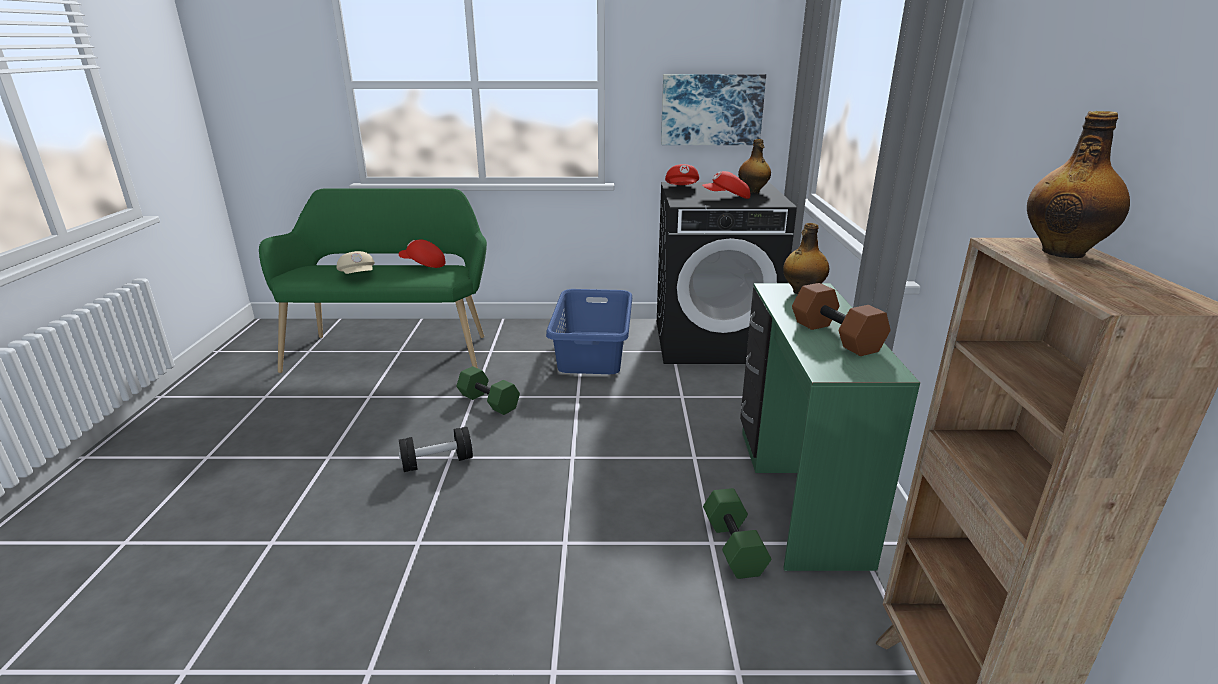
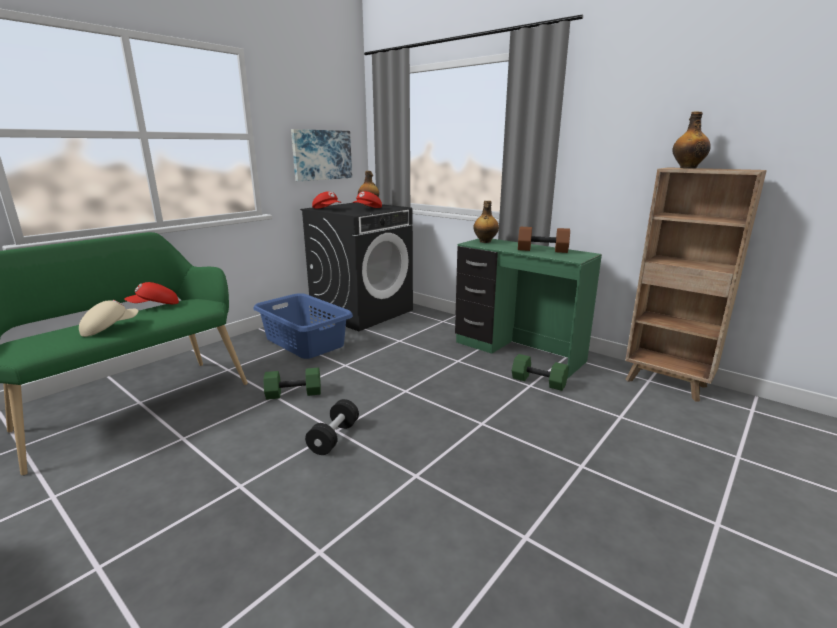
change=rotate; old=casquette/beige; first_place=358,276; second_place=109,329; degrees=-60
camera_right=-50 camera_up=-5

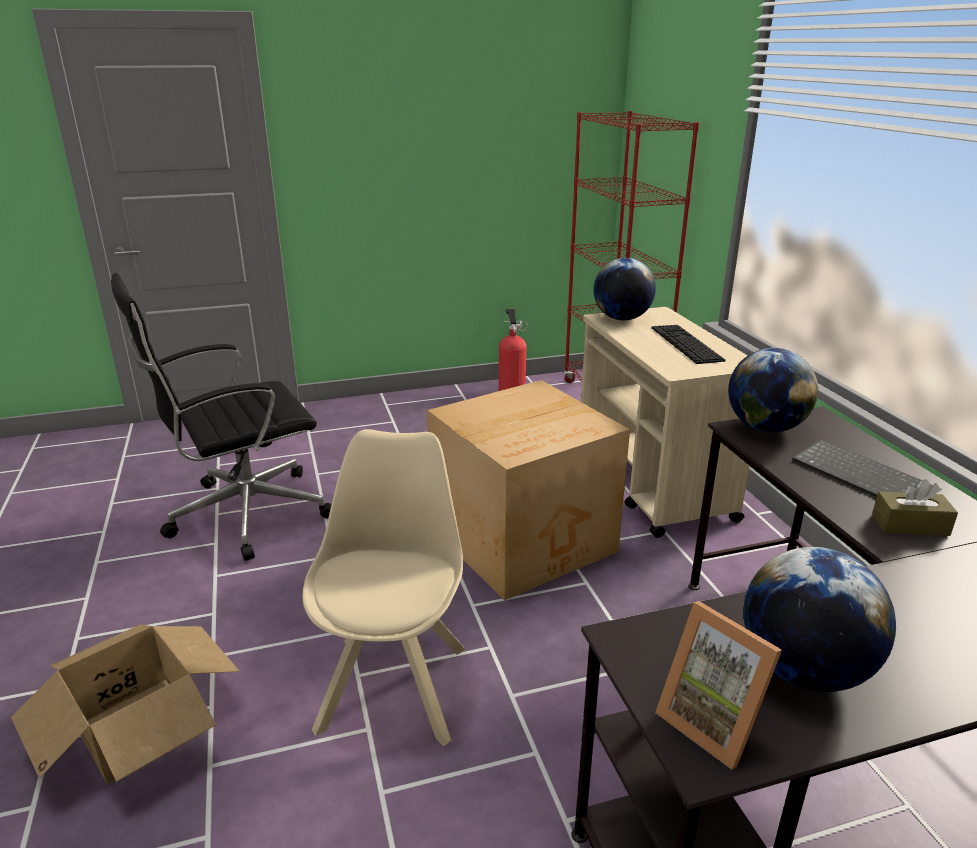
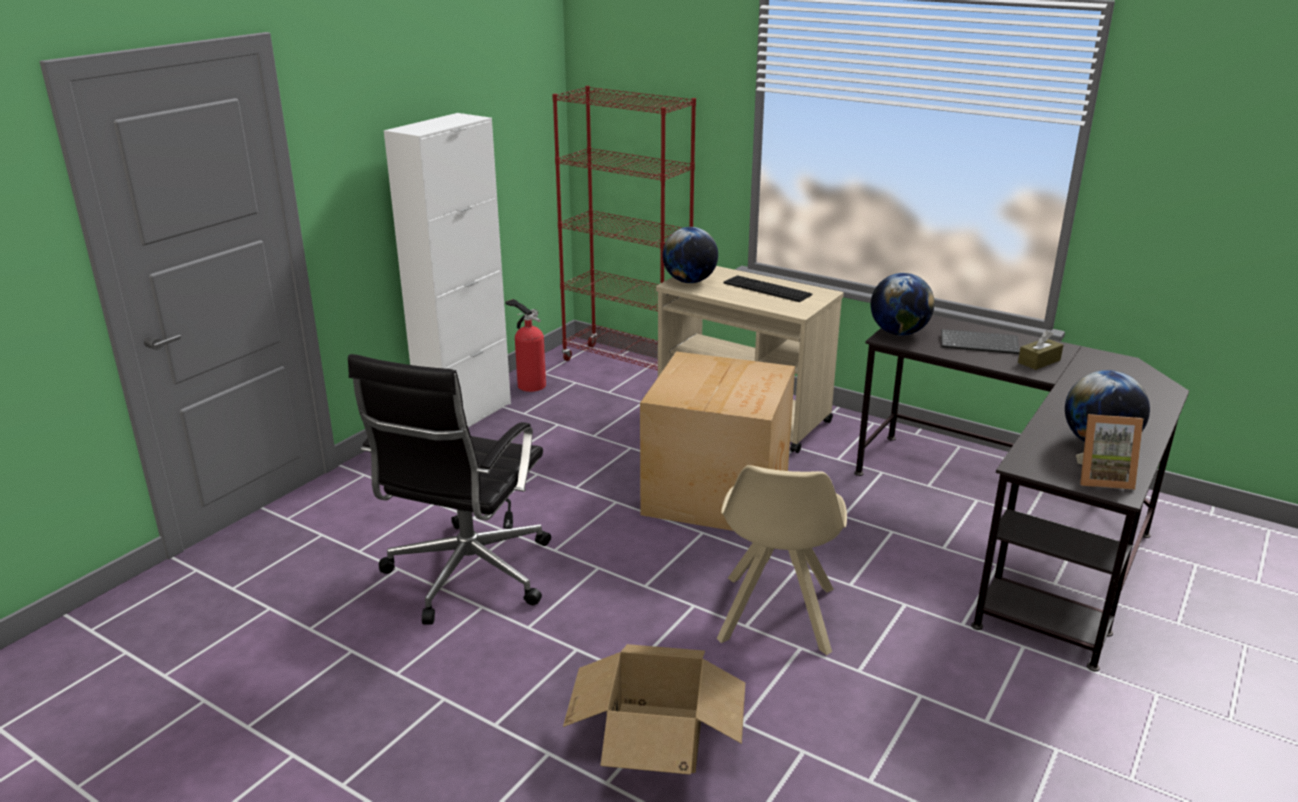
change=rotate; old=chaise/beige; first_place=395,684; second_place=776,616; degrees=-135
change=insert; new=meuble de rangement/blanc; second_place=465,416
camera_right=-40 camera_up=0

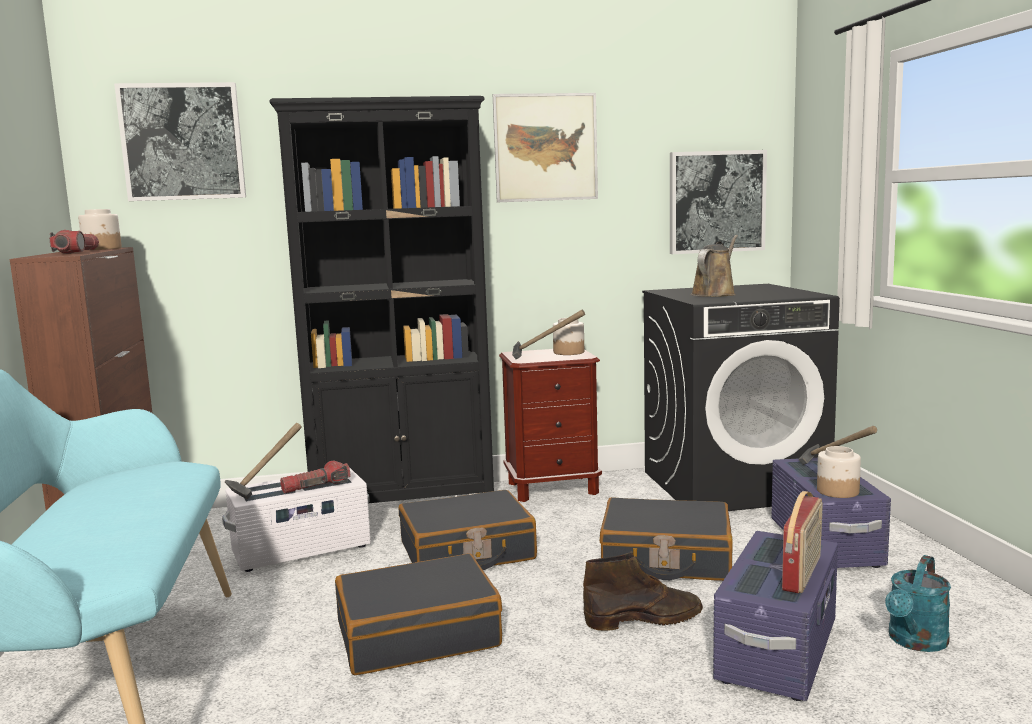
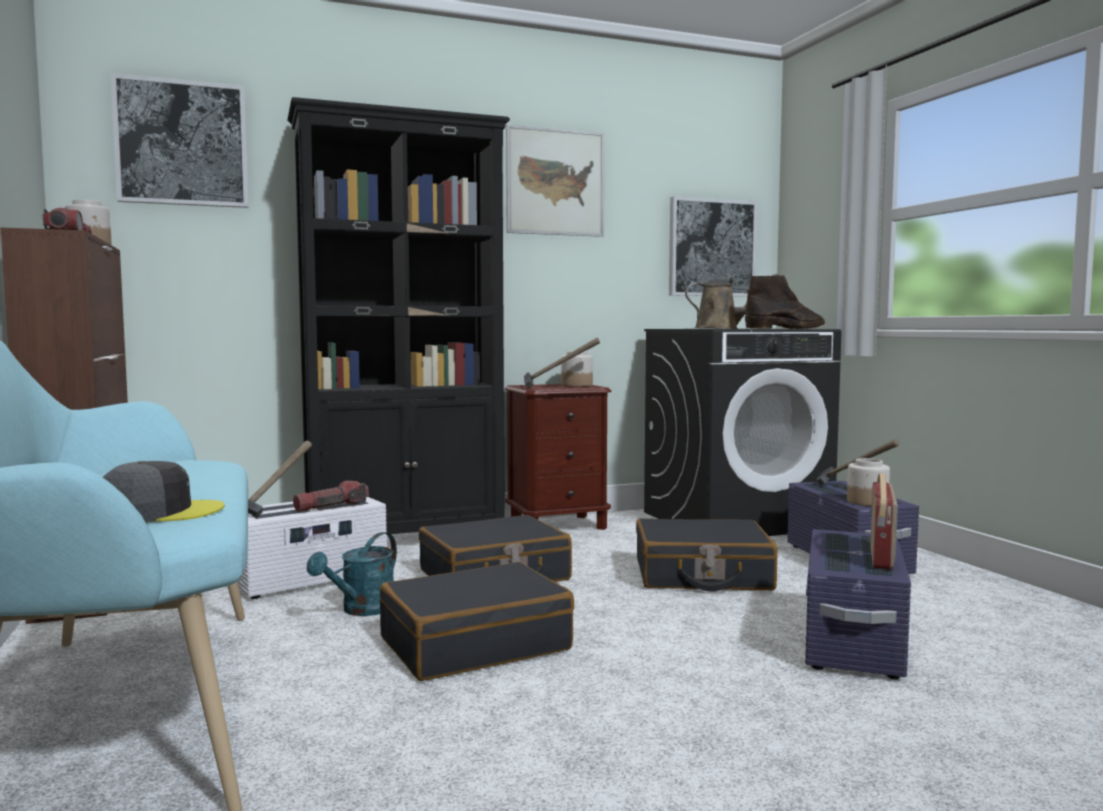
change=rotate; old=arrosoir/marron; first_place=715,294; second_place=721,328; degrees=60
change=move; old=botte/marron; first_place=644,618; second_place=785,328
change=move; old=arrosoir/turquoise; first_place=915,642; second_place=362,610
change=insert; new=casquette/gris; second_place=158,512
camera_right=-10 camera_up=-5

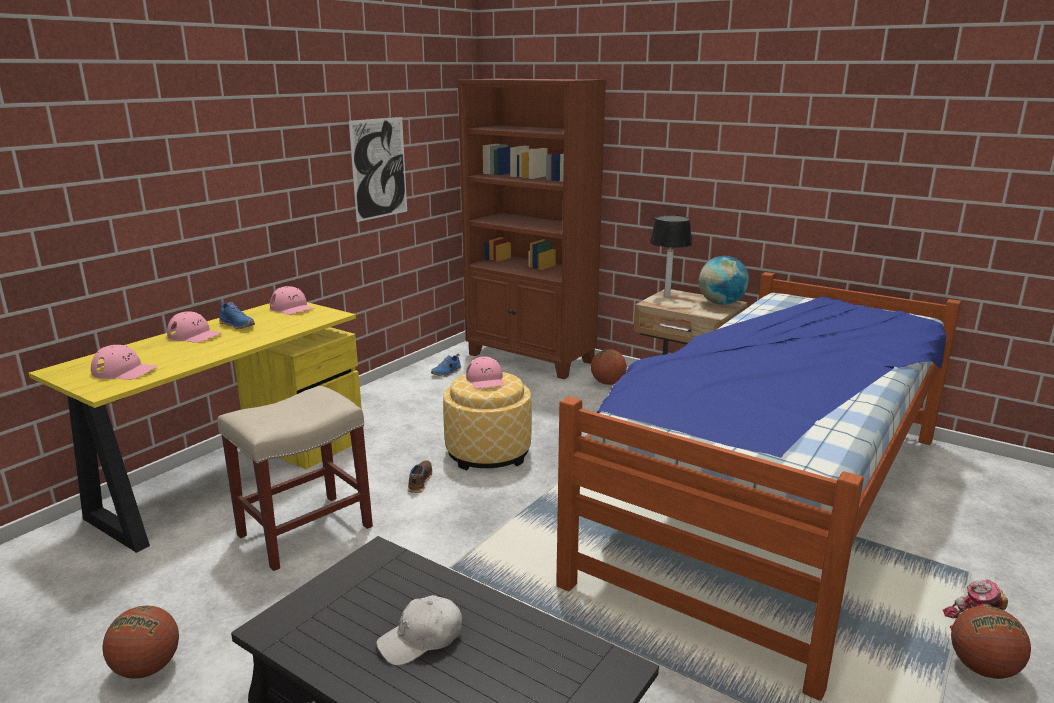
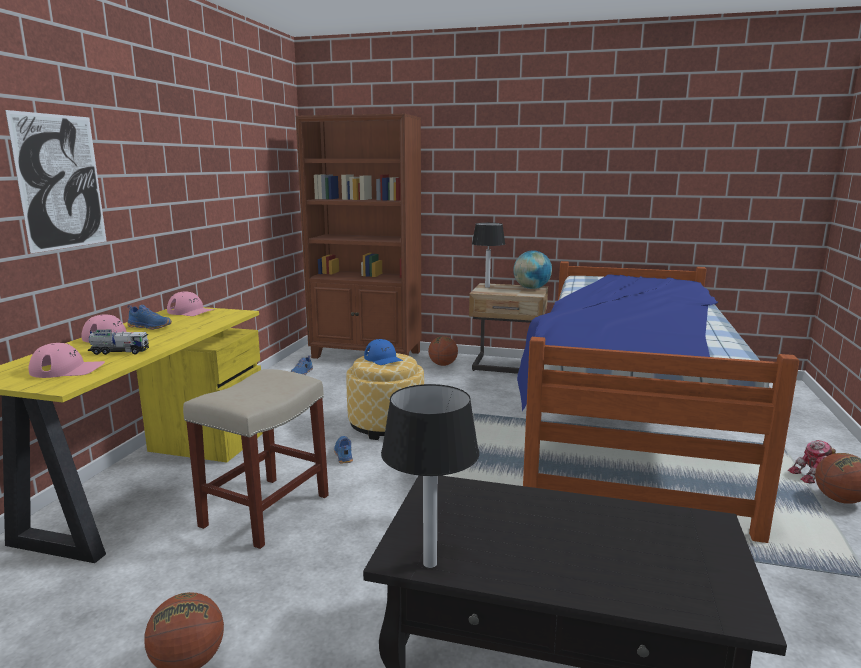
change=move; old=tableau; first_place=379,168; second_place=60,182
change=recolor; old=casquette/rose; new=casquette/bleu; first_place=486,380; second_place=383,359
change=recolor; old=chaussure/marron; new=chaussure/bleu; first_place=419,481; second_place=343,454
change=delete; old=casquette/blanc; first_place=421,639
change=insert; new=camion jouet; second_place=119,352
change=insert; new=lampe de table; second_place=429,564
camera_right=-20 camera_up=-5

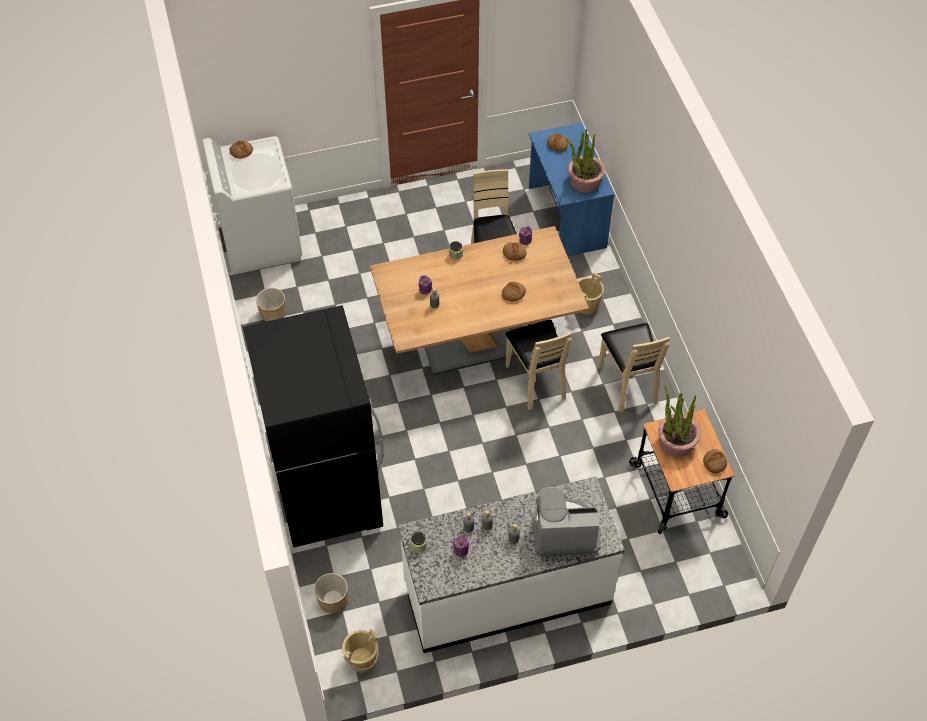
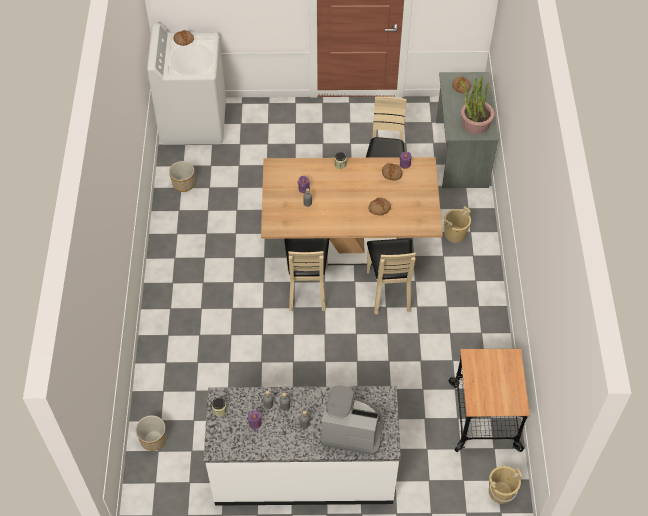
change=recolor; old=bureau/bleu; new=bureau/gris; first_place=565,217; second_place=460,154
change=delete; old=réfrigérateur/noir; first_place=327,493
change=move; old=chaise/beige; first_place=628,383; second_place=307,288
change=delete; old=plante en pot; first_place=676,441
change=delete; old=pain; first_place=714,463
change=move; old=seau/beige; first_place=362,659; second_place=500,492
camera_right=15 camera_up=0

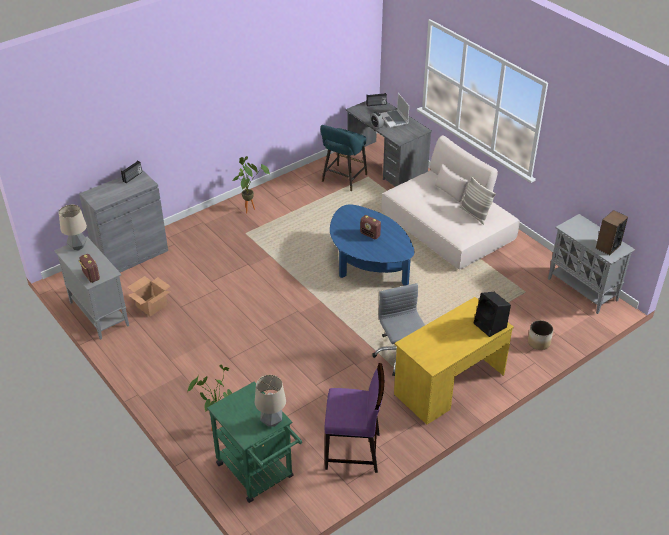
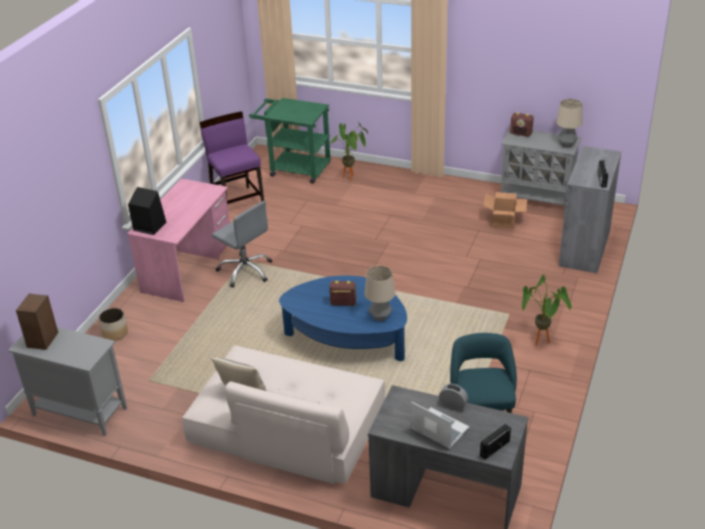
change=recolor; old=bureau/jaune; new=bureau/rose; first_place=449,384; second_place=188,267
change=rotate; old=chaise/violet; first_place=353,451; second_place=238,201; degrees=90
change=move; old=lampe de table; first_place=271,422; second_place=380,317
camera_right=150 camera_up=-5

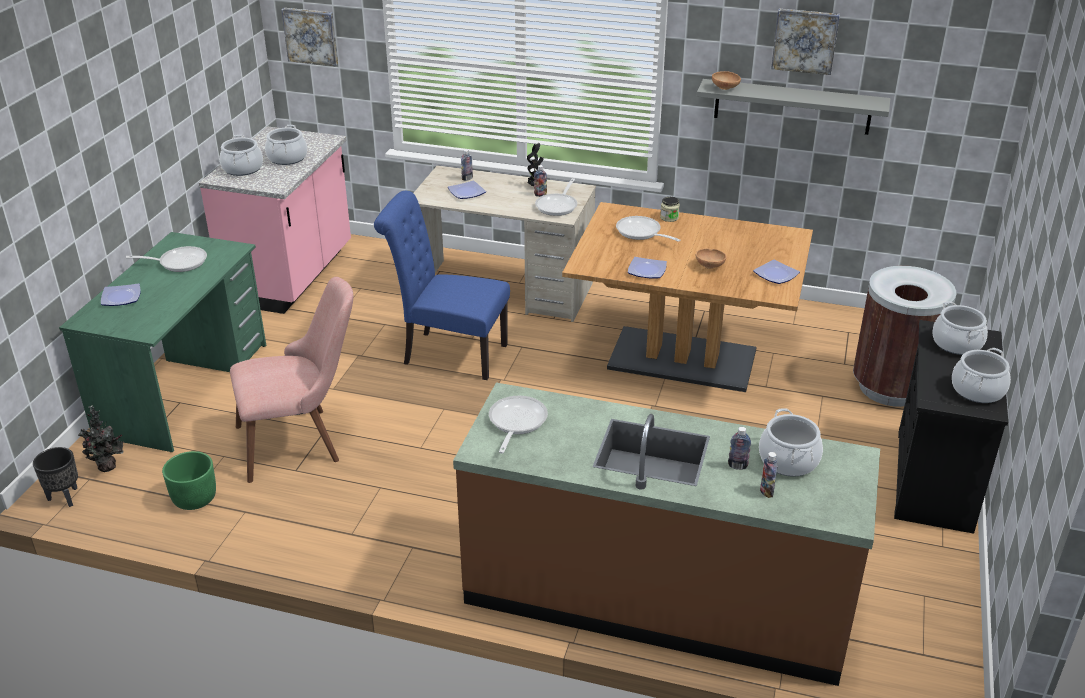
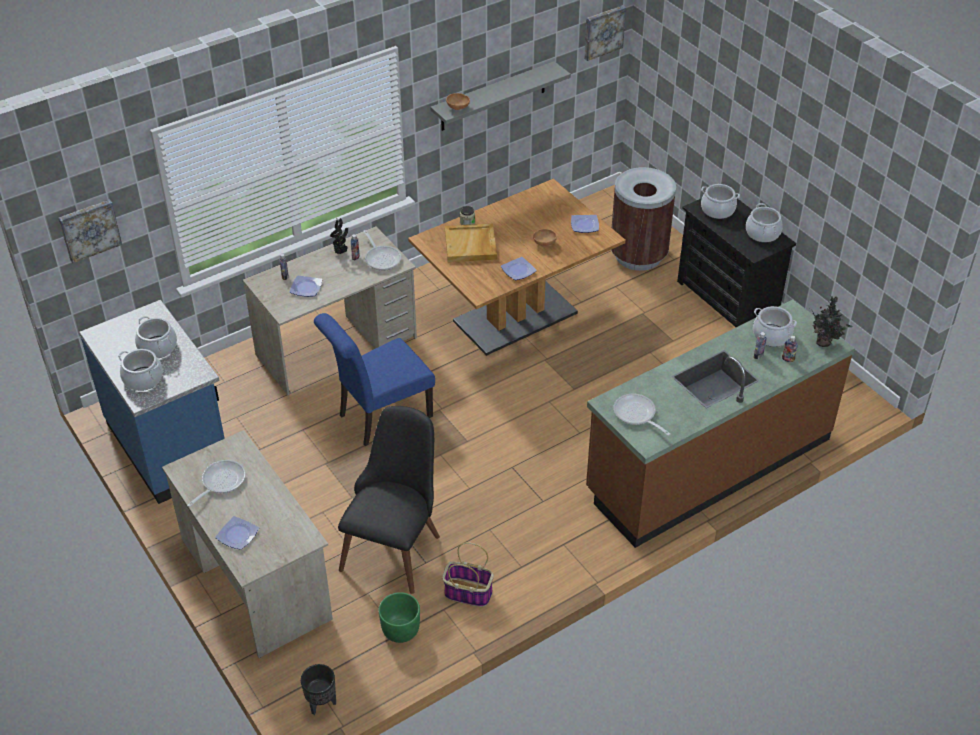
change=move; old=tableau; first_place=805,40; second_place=603,32
change=recolor; old=comptoir de cuisine/rose; new=comptoir de cuisine/bleu; first_place=292,277; second_place=170,446
change=replace; old=poêle; new=plateau/beige; first_place=641,233; second_place=471,245
change=recolor; old=bureau/vert; new=bureau/beige; first_place=184,388; second_place=255,578
change=recolor; old=chaise/rose; new=chaise/noir; first_place=302,440; second_place=395,543
change=move; old=plante en pot; first_place=108,468; second_place=825,342
change=insert; new=panier; second_place=467,593
camera_right=-50 camera_up=10

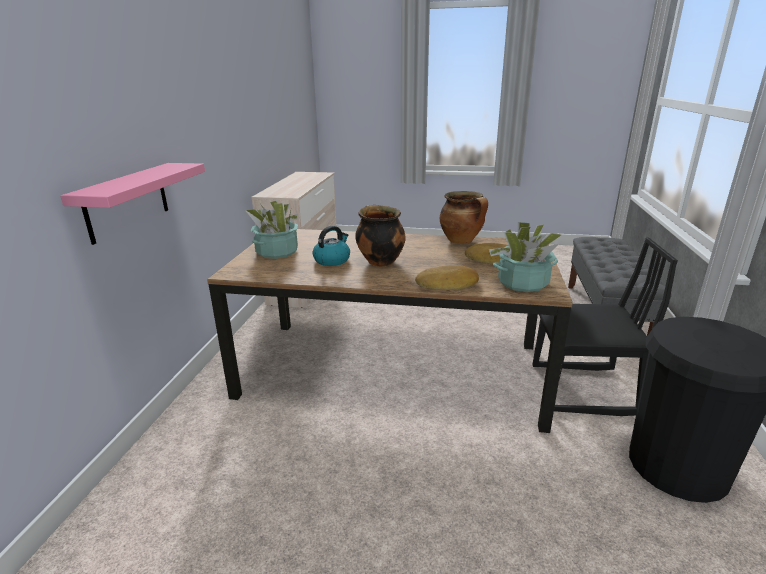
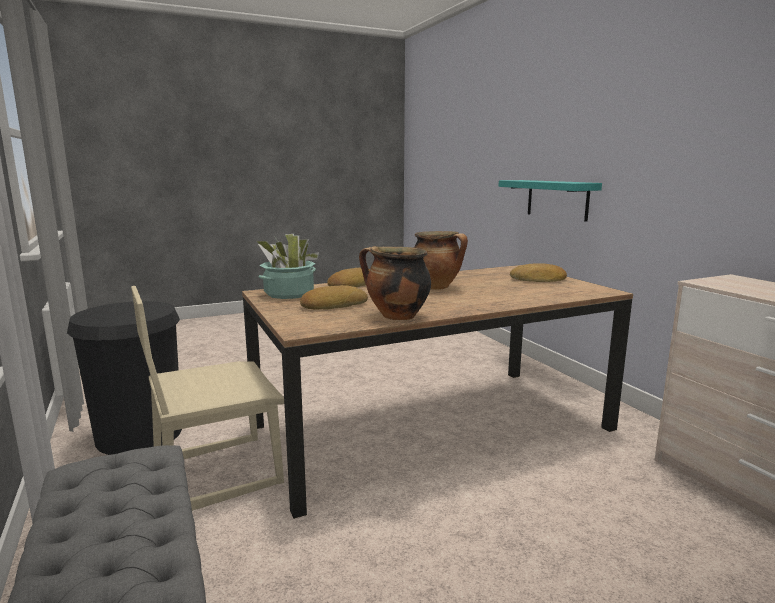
change=recolor; old=étagère/rose; new=étagère/turquoise; first_place=127,201; second_place=557,199
change=replace; old=plante en pot; new=pain; first_place=277,252; second_place=538,279
change=delete; old=bouilloire; first_place=332,260
change=recolor; old=chaise/noir; new=chaise/beige; first_place=582,390; second_place=217,472
camera_right=145 camera_up=-10

